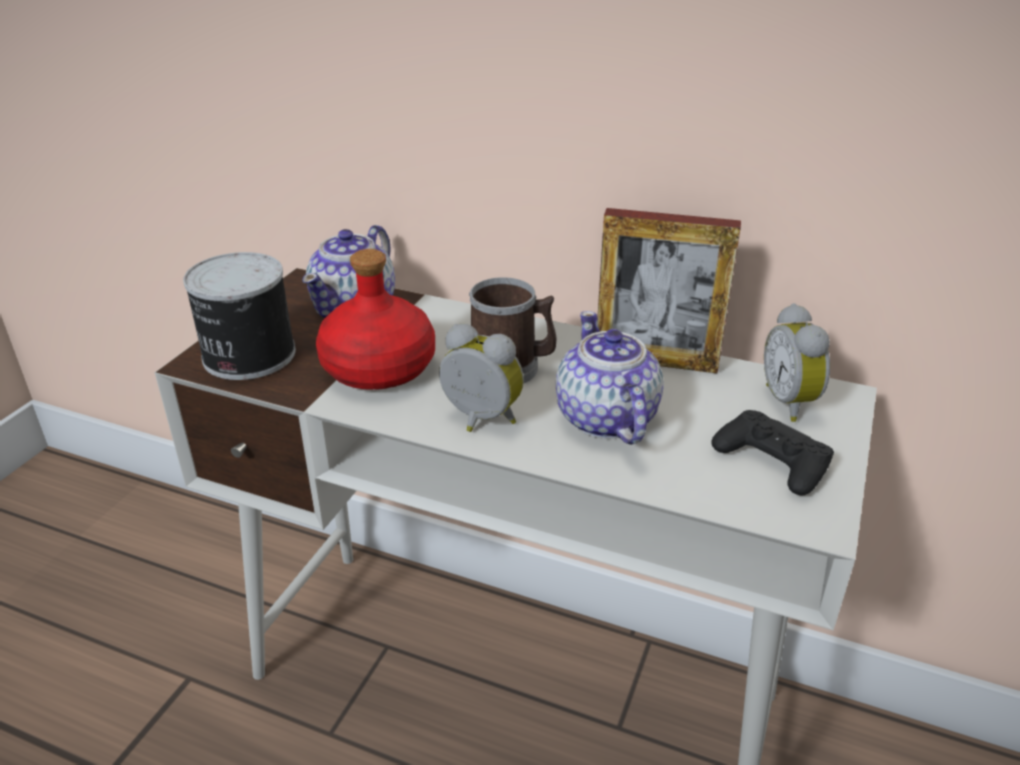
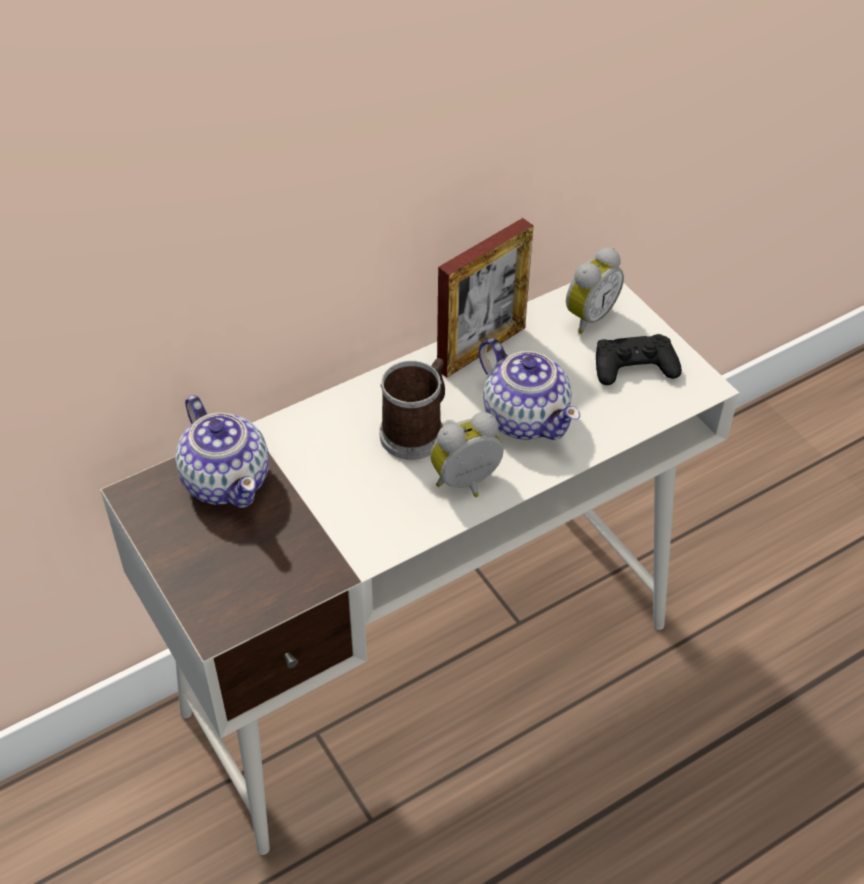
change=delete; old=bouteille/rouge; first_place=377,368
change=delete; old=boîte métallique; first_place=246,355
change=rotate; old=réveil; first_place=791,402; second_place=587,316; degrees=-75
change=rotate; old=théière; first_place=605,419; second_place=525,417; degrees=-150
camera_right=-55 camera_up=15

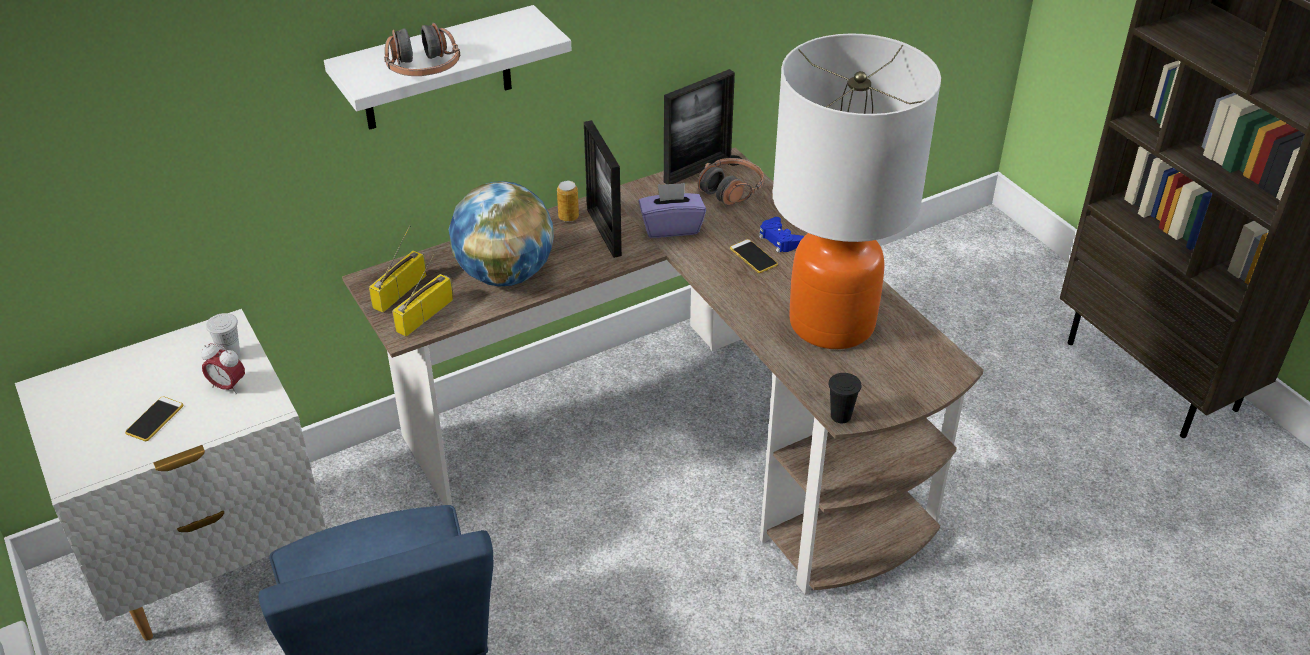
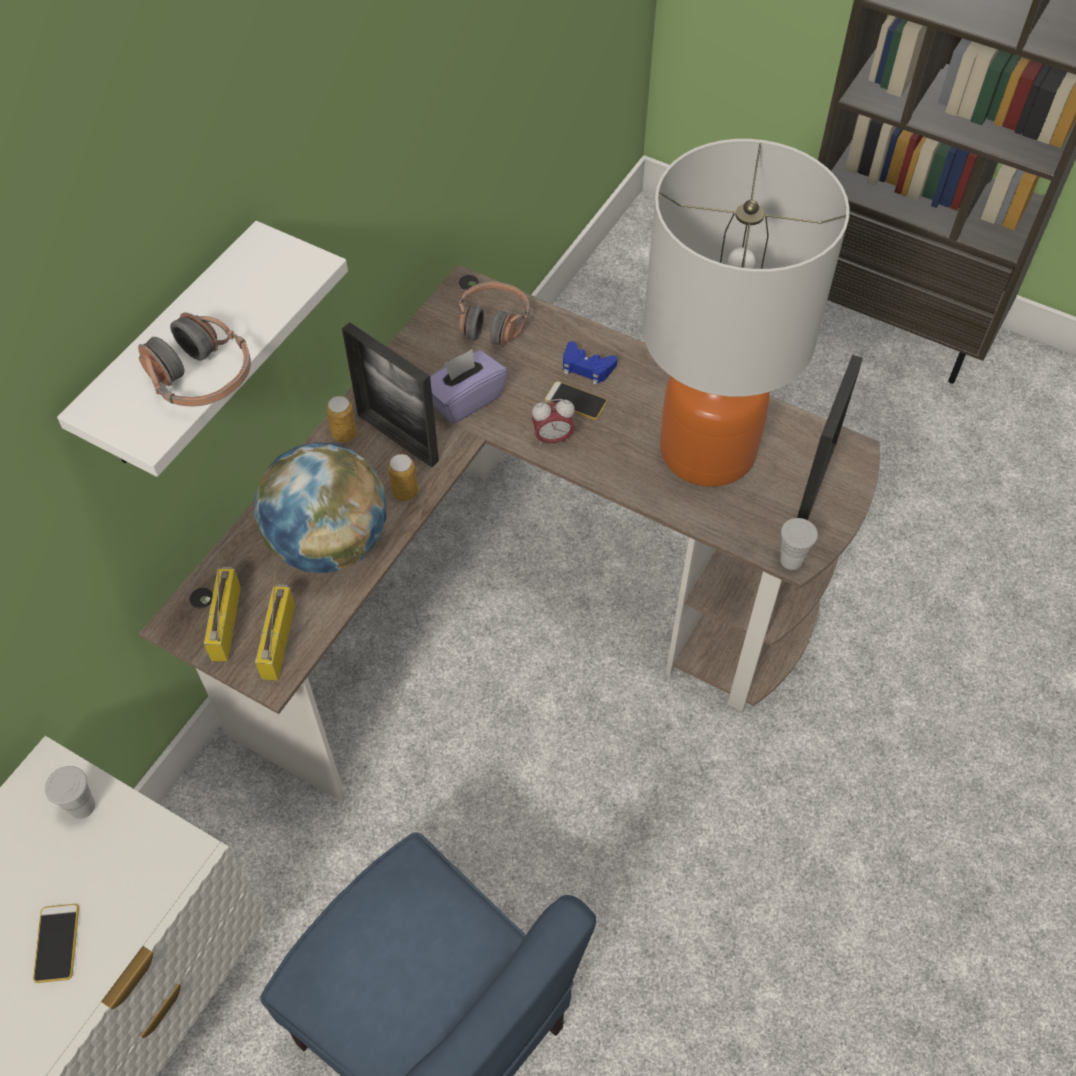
change=move; old=cadre photo; first_place=697,170; second_place=816,480
change=move; old=réveil; first_place=228,386; second_place=553,439
change=recolor; old=tasse/noir; new=tasse/blanc; first_place=840,416; second_place=791,560
change=insert; new=boîte métallique; second_place=405,492
camera_right=-30 camera_up=15

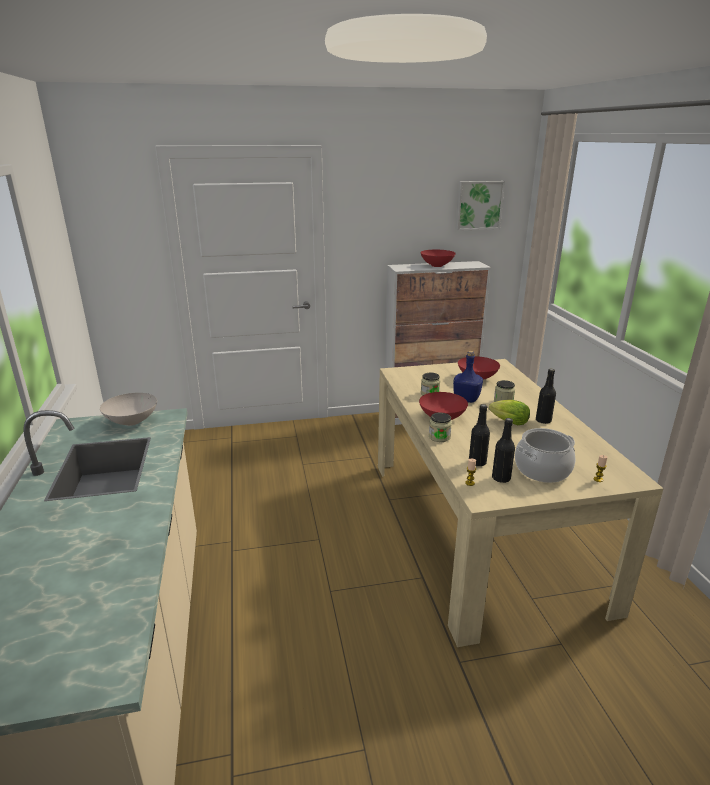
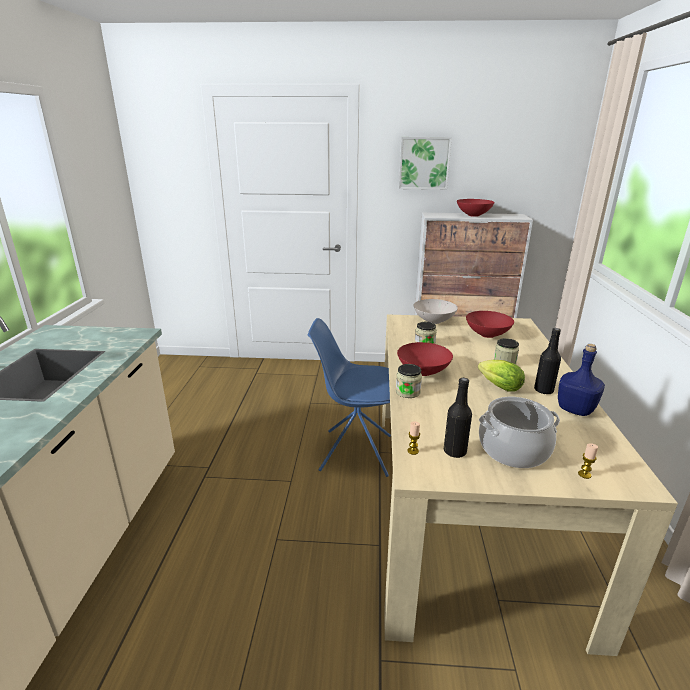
change=move; old=tableau; first_place=478,205; second_place=424,163
change=move; old=bouteille/bleu; first_place=467,399; second_place=576,409
change=move; old=bol/blanc; first_place=133,421; second_place=434,321
change=delete; old=bouteille/noir; first_place=477,462
change=insert; new=chaise/bleu; second_place=354,452
camera_right=15 camera_up=0

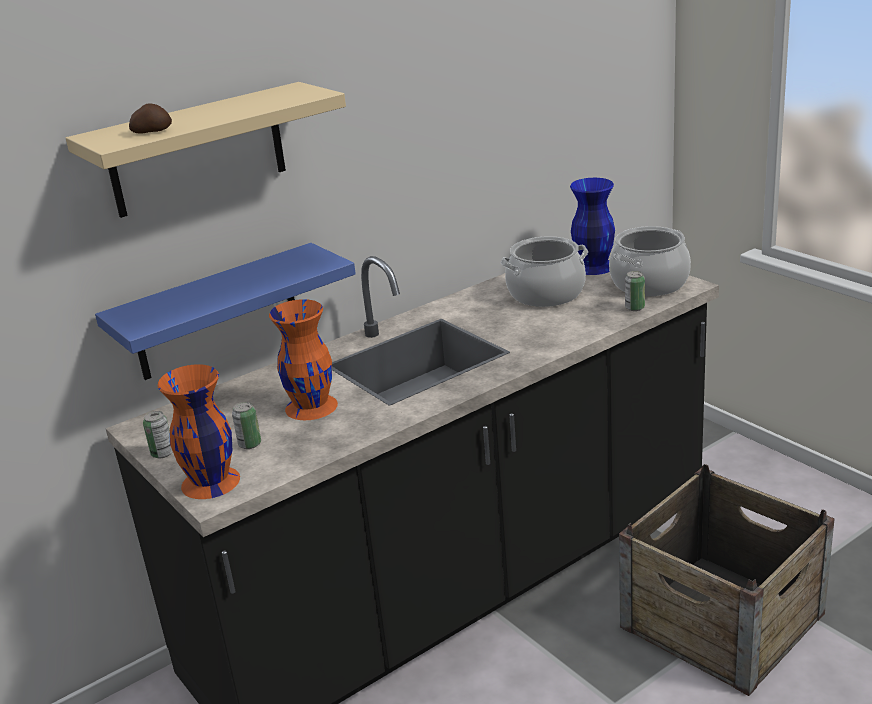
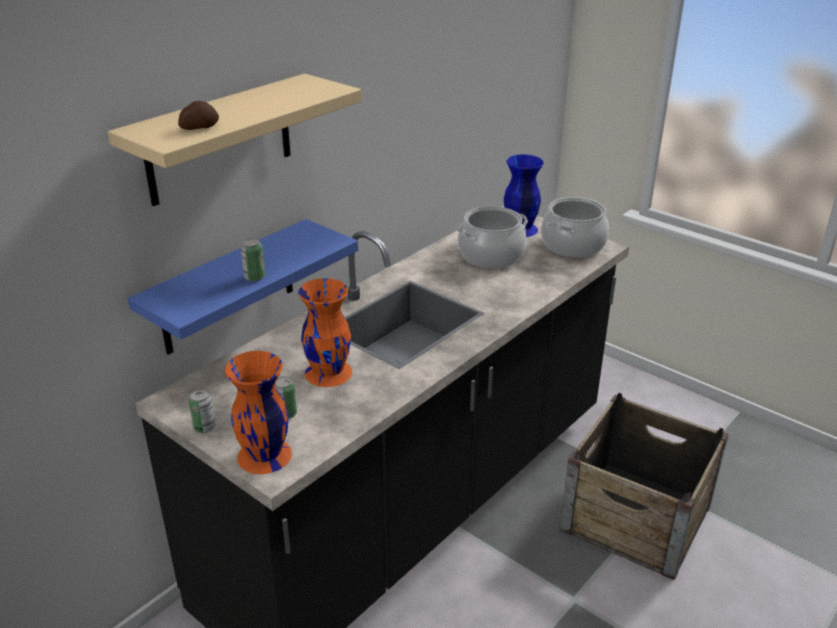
change=move; old=boîte métallique; first_place=634,308; second_place=254,277
camera_right=-15 camera_up=5

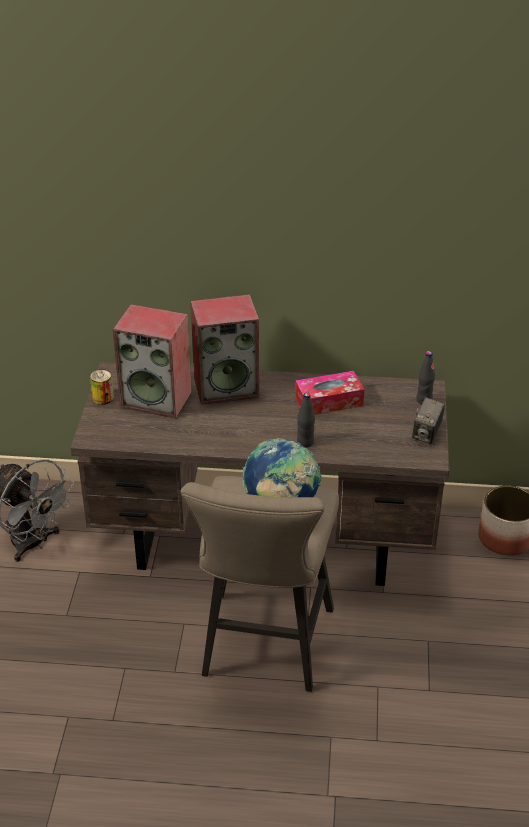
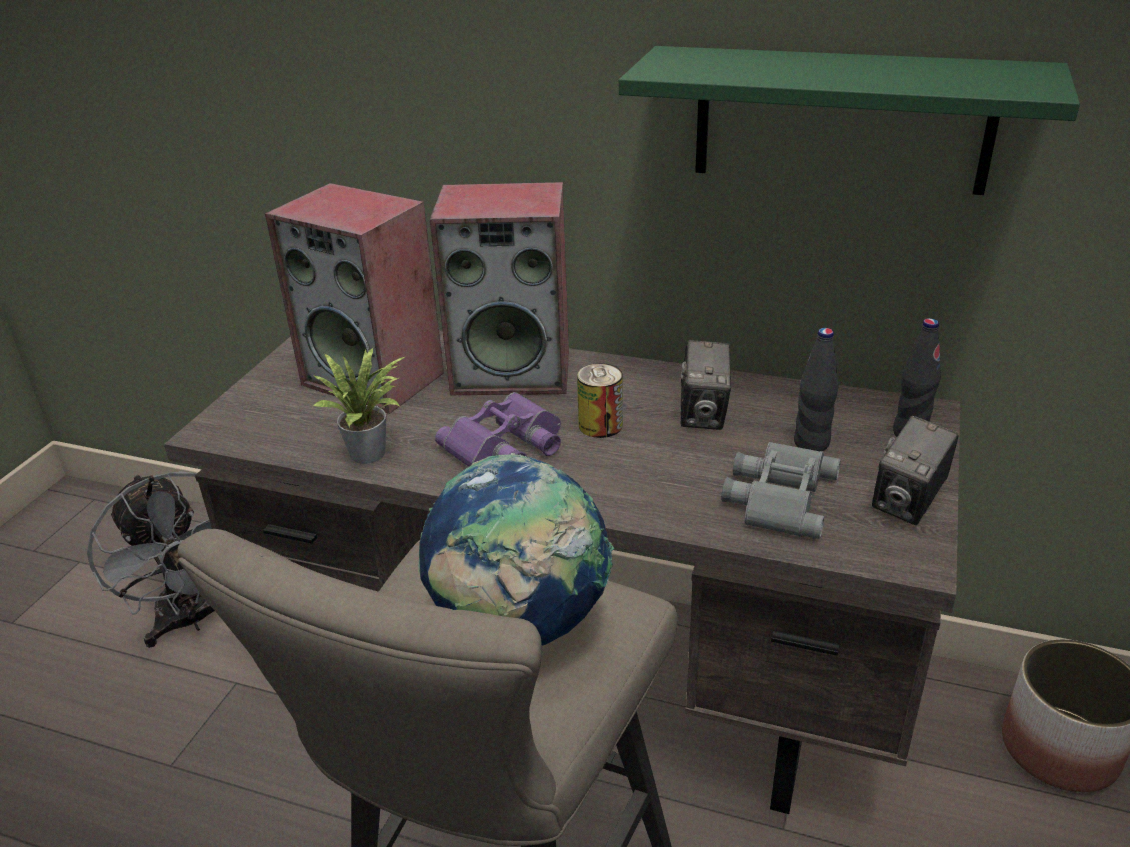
change=move; old=boîte métallique; first_place=103,398; second_place=600,425
change=replace; old=boîte à mouchoirs; new=appareil photo; first_place=329,401; second_place=703,415
change=move; old=bouteille/noir; first_place=305,442; second_place=811,443
change=insert; new=étagère/vert; second_place=841,120
change=insert; new=plante en pot; second_place=373,452
change=insert; new=jumelles/violet; second_place=507,446
change=insert; new=jumelles/gris; second_place=777,496
camera_right=15 camera_up=-5

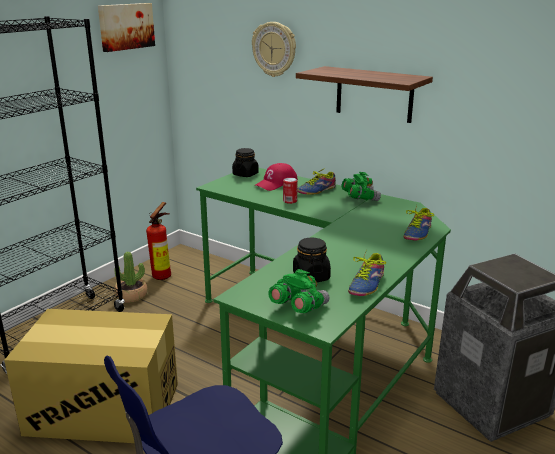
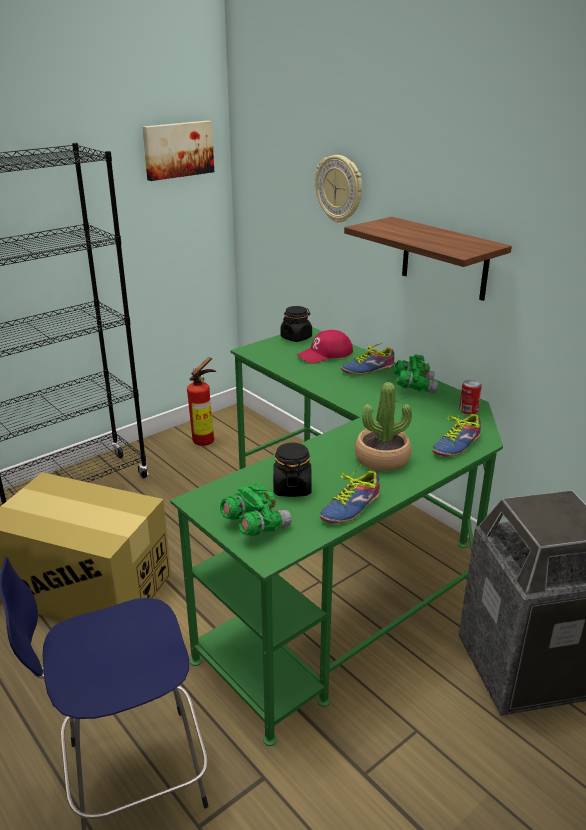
change=move; old=boîte métallique; first_place=290,201; second_place=468,410
change=move; old=plante en pot; first_place=131,296; second_place=382,459
camera_right=15 camera_up=5

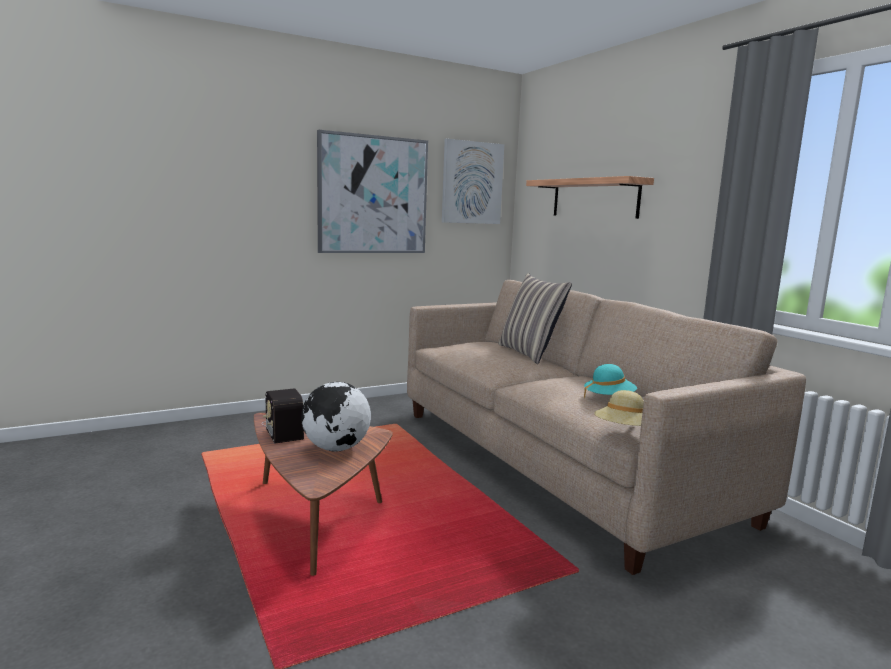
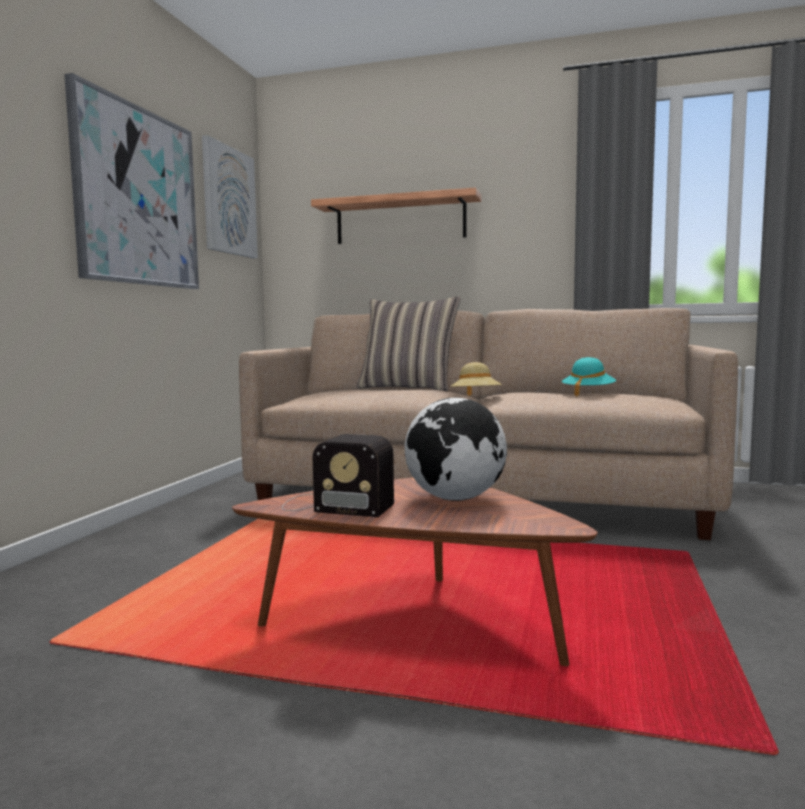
change=move; old=chapeau/beige; first_place=623,431; second_place=476,398
camera_right=-45 camera_up=-5

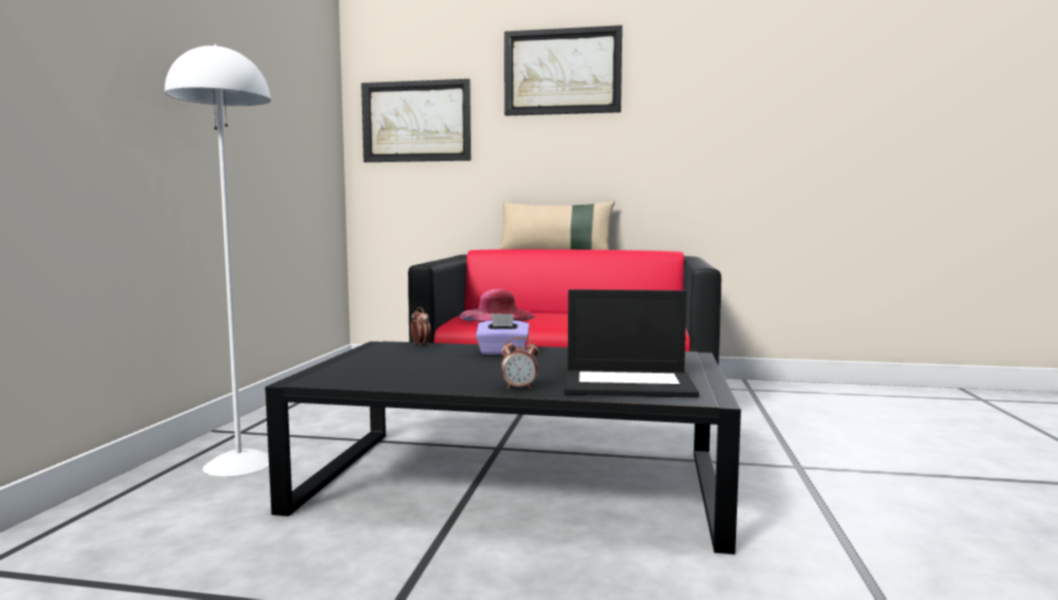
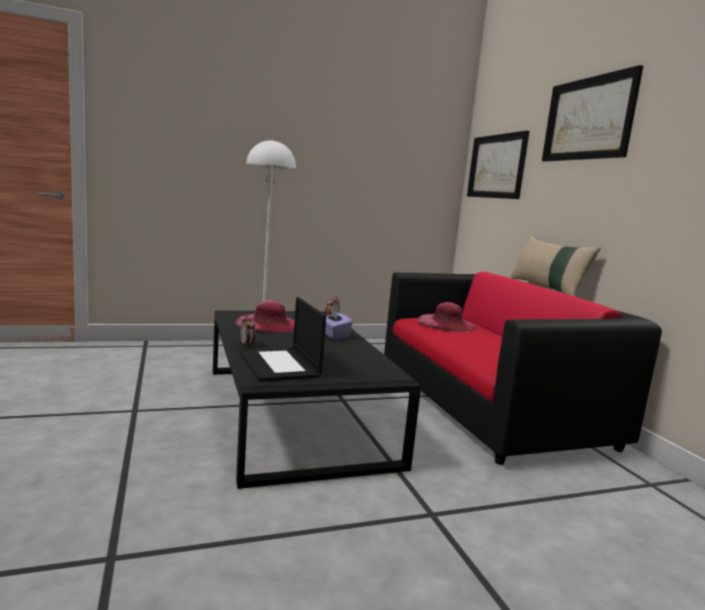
change=insert; new=chapeau/rose; second_place=269,324
camera_right=60 camera_up=5

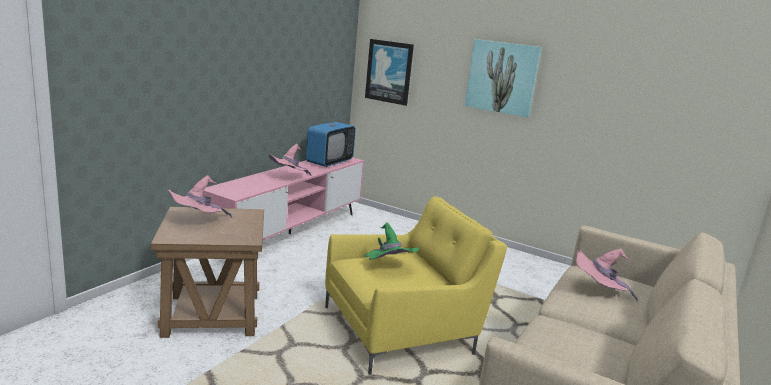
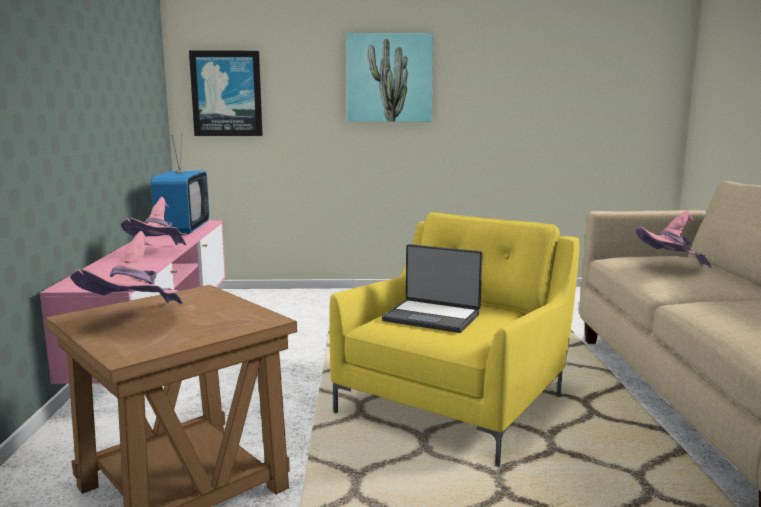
change=replace; old=chapeau/vert; new=ordinateur portable; first_place=388,268; second_place=432,317
camera_right=-30 camera_up=-5

